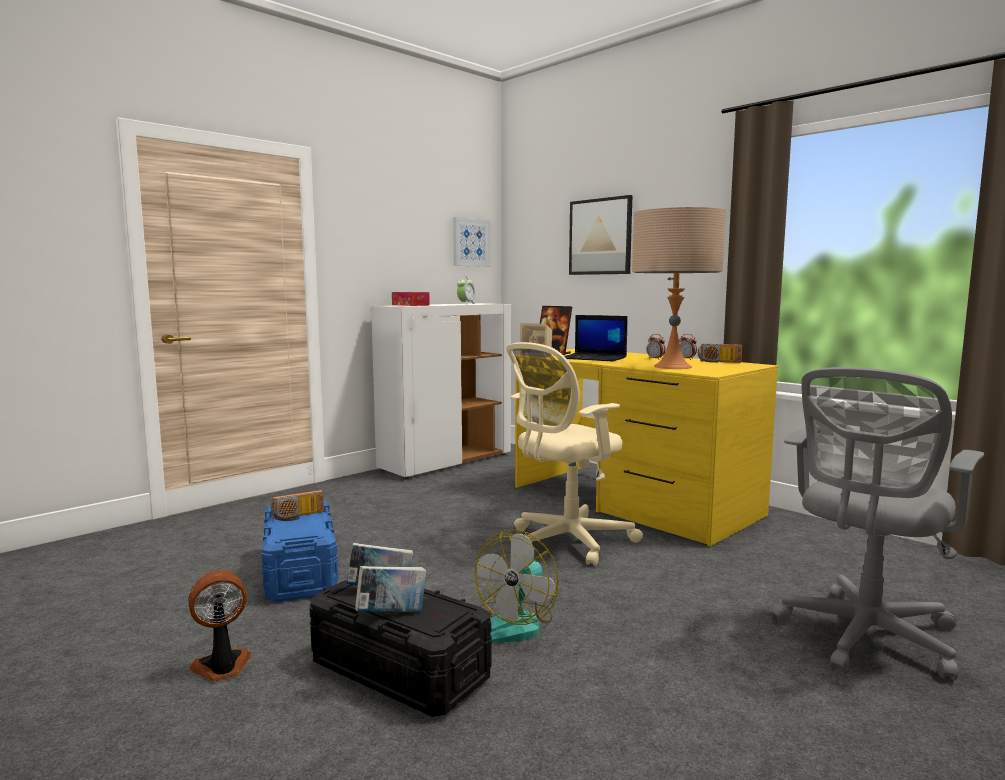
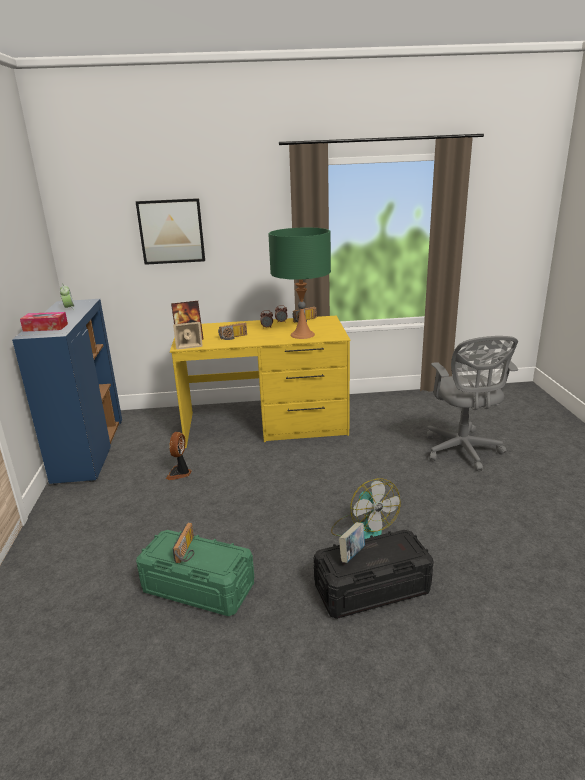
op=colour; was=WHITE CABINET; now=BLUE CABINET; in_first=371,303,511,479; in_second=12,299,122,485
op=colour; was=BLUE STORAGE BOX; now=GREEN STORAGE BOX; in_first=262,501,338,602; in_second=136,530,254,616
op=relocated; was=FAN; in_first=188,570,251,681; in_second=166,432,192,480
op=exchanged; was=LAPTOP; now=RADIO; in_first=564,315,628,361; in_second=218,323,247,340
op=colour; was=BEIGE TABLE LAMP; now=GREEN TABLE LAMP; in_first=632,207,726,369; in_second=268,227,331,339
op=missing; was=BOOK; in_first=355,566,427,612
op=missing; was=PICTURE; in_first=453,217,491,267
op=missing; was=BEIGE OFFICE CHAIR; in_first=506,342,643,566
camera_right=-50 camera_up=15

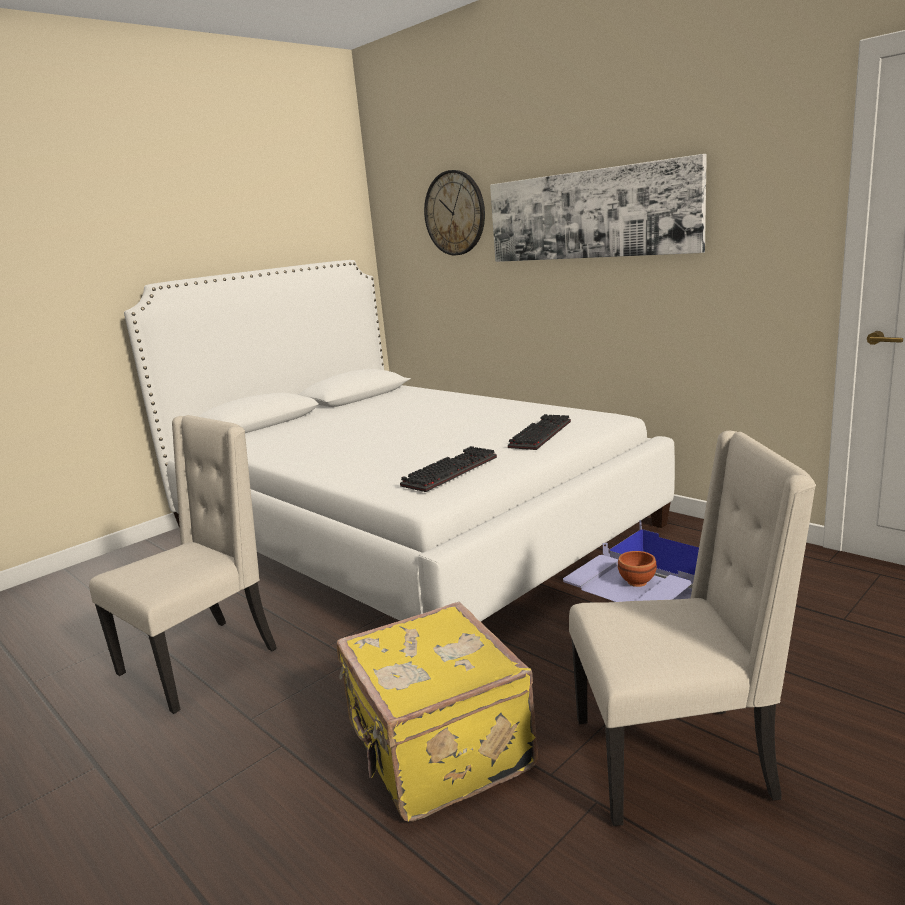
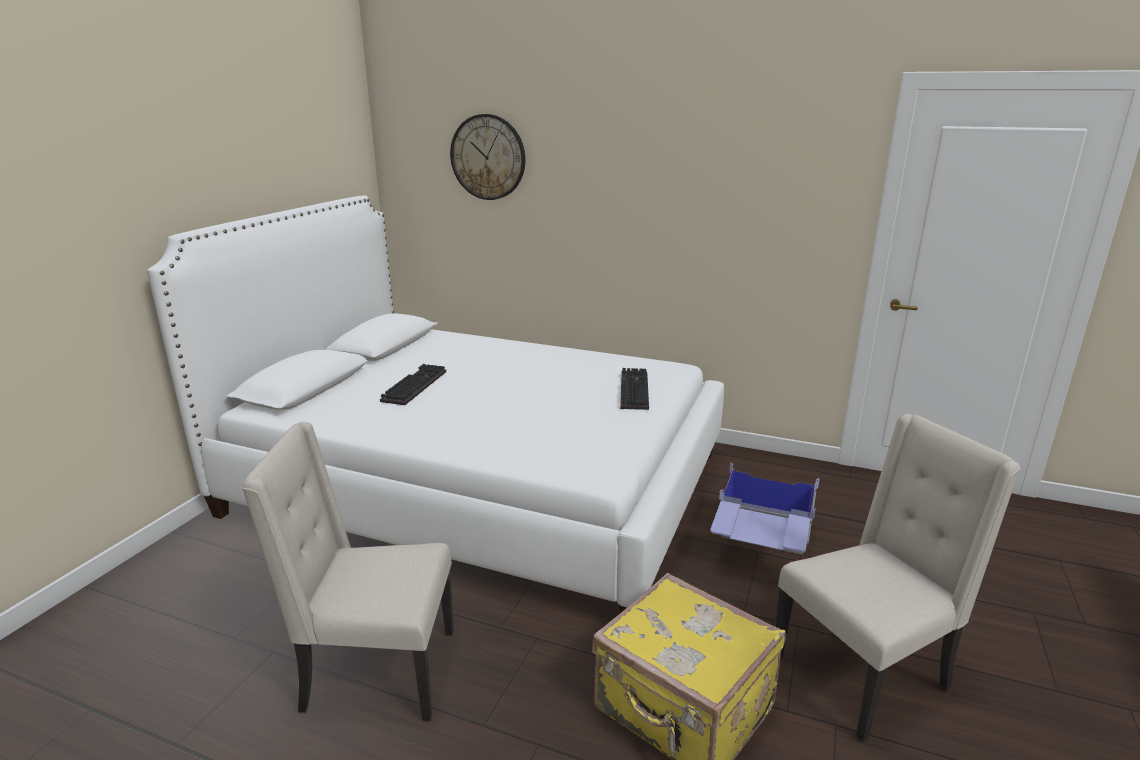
op=spun; was=BEIGE CHAIR; in_first=89,415,277,714; in_second=242,422,454,721; clockwise=-105
op=relocated; was=KEYBOARD; in_first=400,446,497,492; in_second=380,364,446,405
op=missing; was=PICTURE; in_first=490,154,707,262
op=missing; was=BROWN BOWL; in_first=618,551,657,587
camera_right=-25 camera_up=5

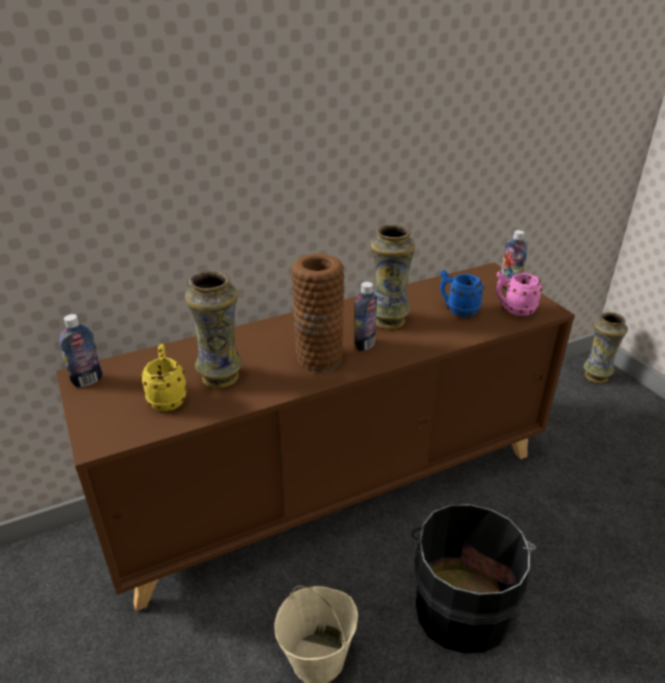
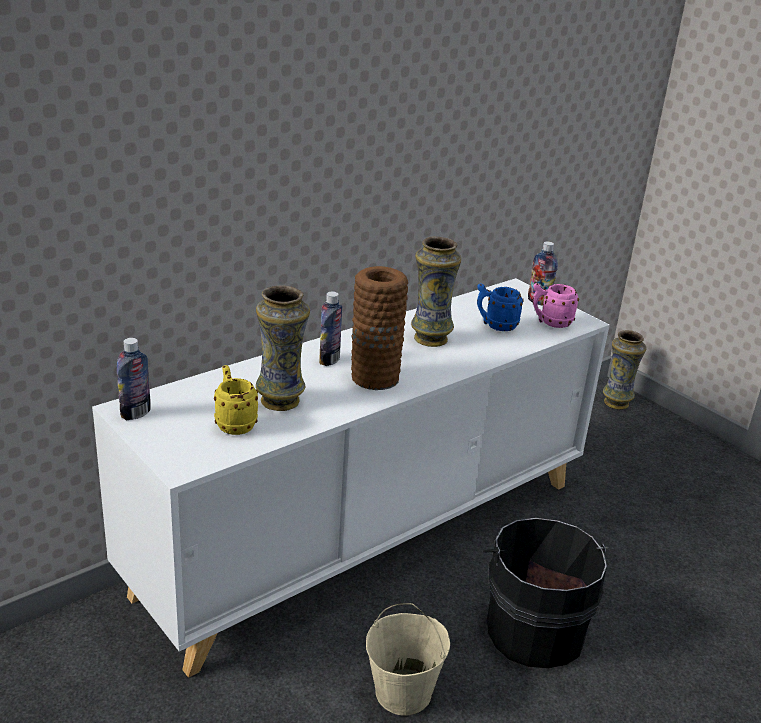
op=colour; was=BROWN CABINET; now=WHITE CABINET; in_first=56,262,575,611; in_second=92,278,610,678
op=relocated; was=BOTTLE; in_first=354,282,377,351; in_second=319,291,342,366
camera_right=-15 camera_up=-5

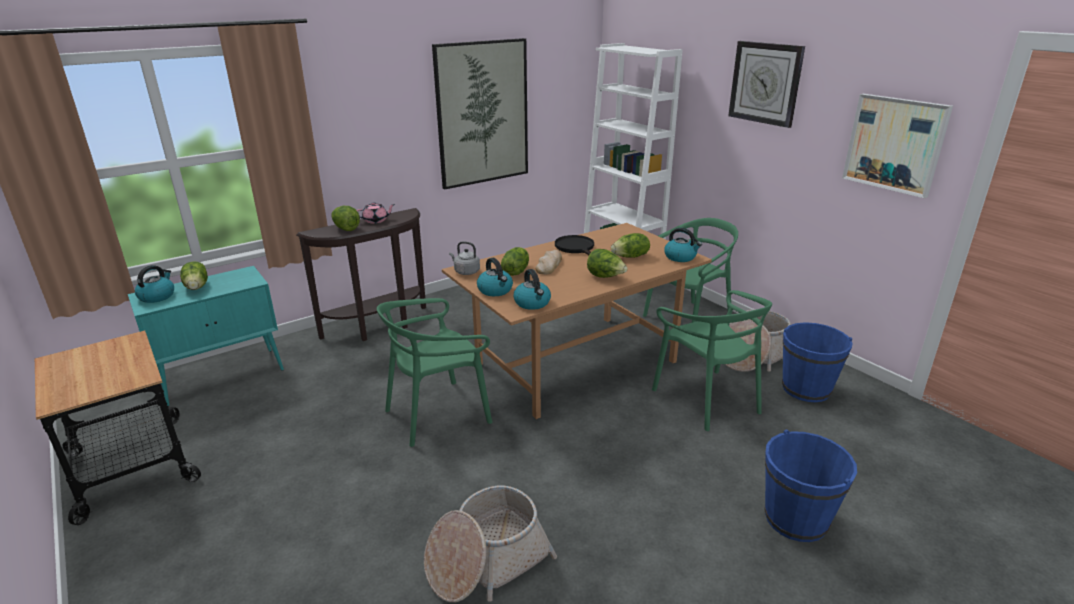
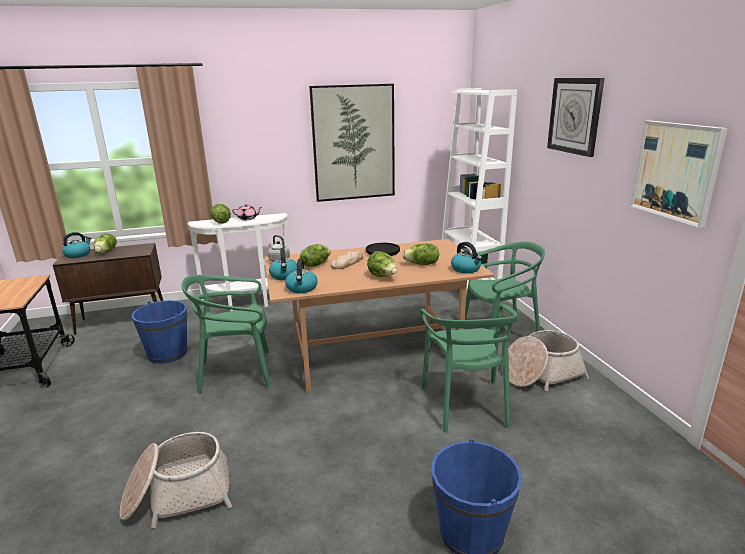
op=colour; was=TURQUOISE CABINET; now=BROWN CABINET; in_first=128,266,284,406; in_second=53,243,163,335
op=relocated; was=BLUE BUCKET; in_first=782,322,852,402; in_second=132,300,187,364
op=colour; was=BROWN CONSOLE TABLE; now=WHITE CONSOLE TABLE; in_first=297,208,426,341; in_second=187,213,289,311
camera_right=20 camera_up=-5

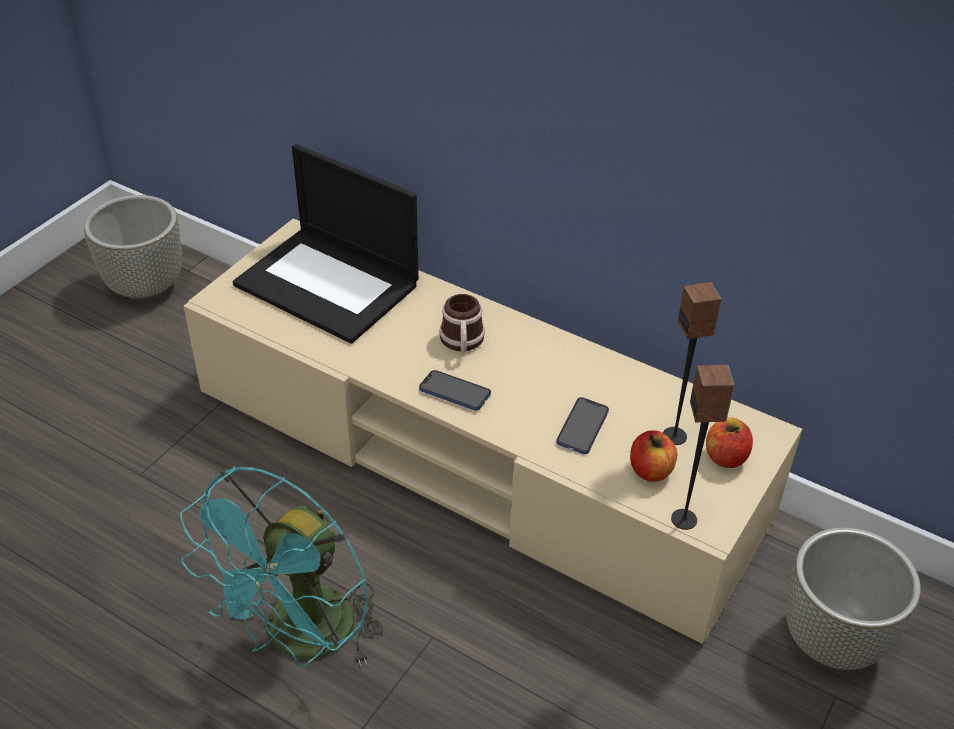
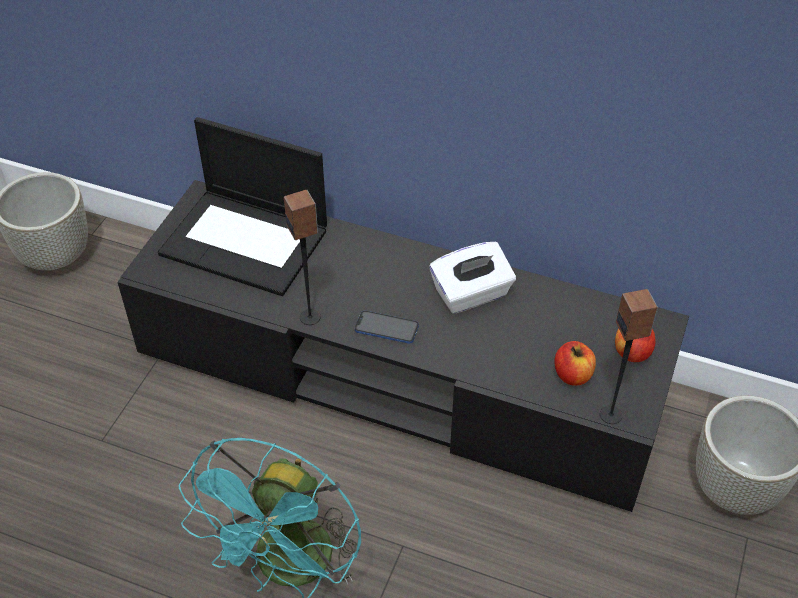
op=colour; was=BEIGE TV STAND; now=BLACK TV STAND; in_first=183,218,802,644; in_second=118,180,689,512
op=relocated; was=SPEAKER; in_first=663,282,722,445; in_second=284,190,320,325
op=appeared; now=WHITE TISSUE BOX; in_second=429,242,516,314
op=missing; was=MUG; in_first=439,294,485,353
op=missing; was=PHONE; in_first=556,397,609,454
camera_right=-10 camera_up=5

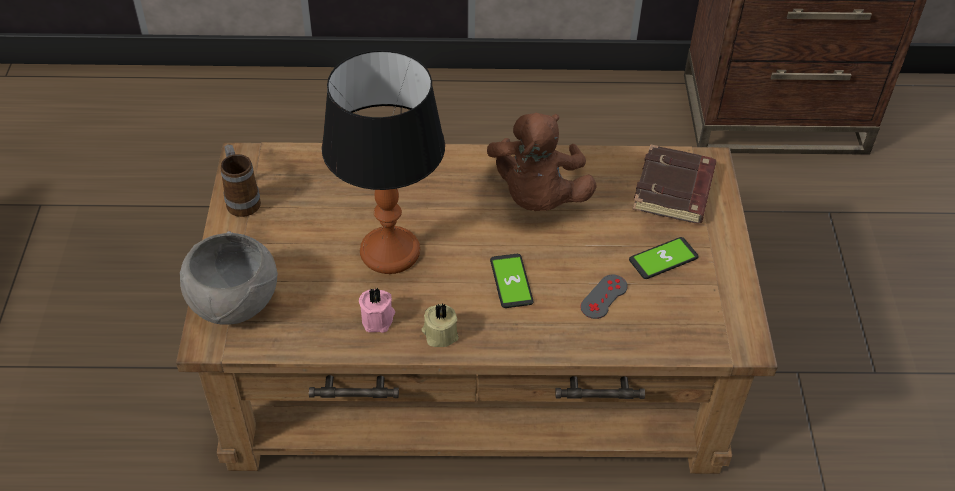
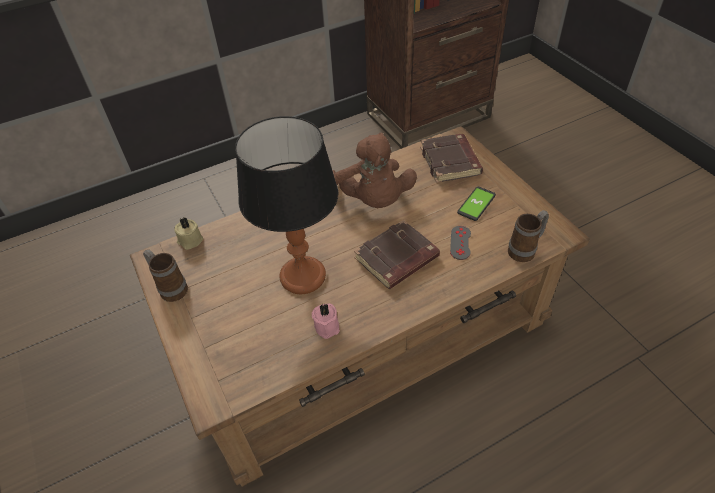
op=relocated; was=BEIGE CANDLE; in_first=422,303,459,347; in_second=174,217,203,250
op=exchanged; was=PHONE; now=BROWN BOOK; in_first=490,254,534,308; in_second=354,220,440,289
op=appeared; now=MUG; in_second=508,210,549,262
op=missing; was=GREY BOWL; in_first=180,231,278,325
camera_right=-25 camera_up=0

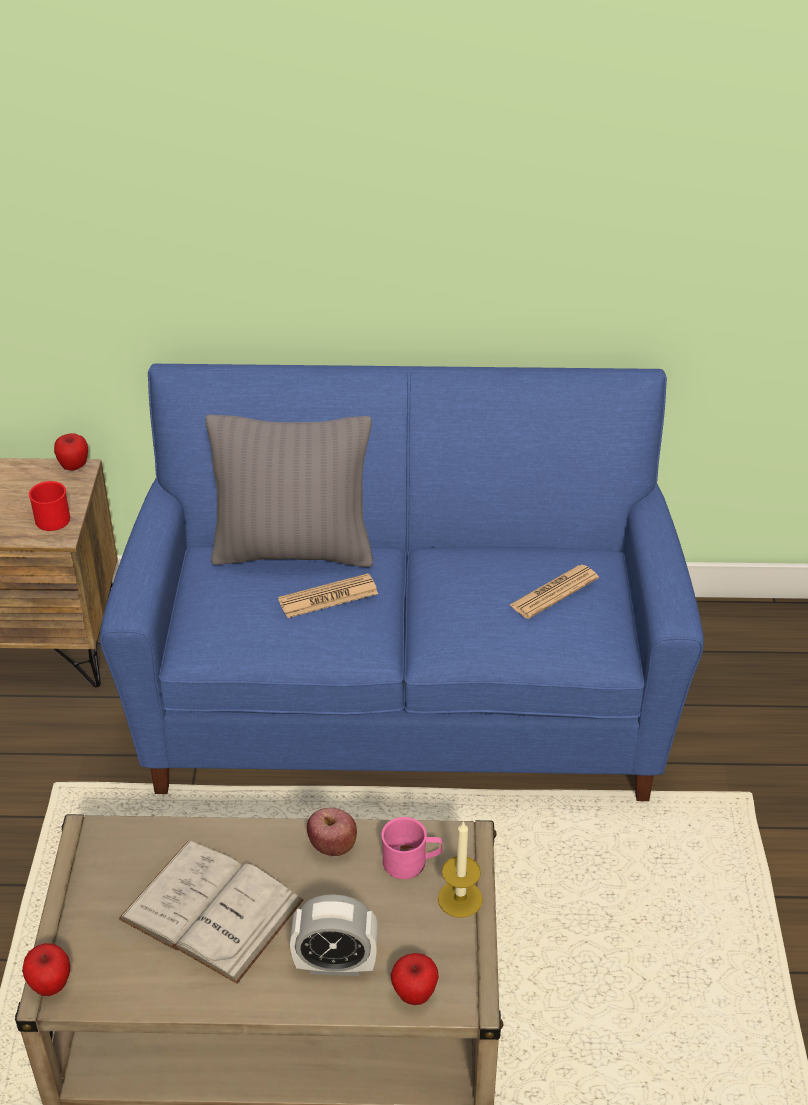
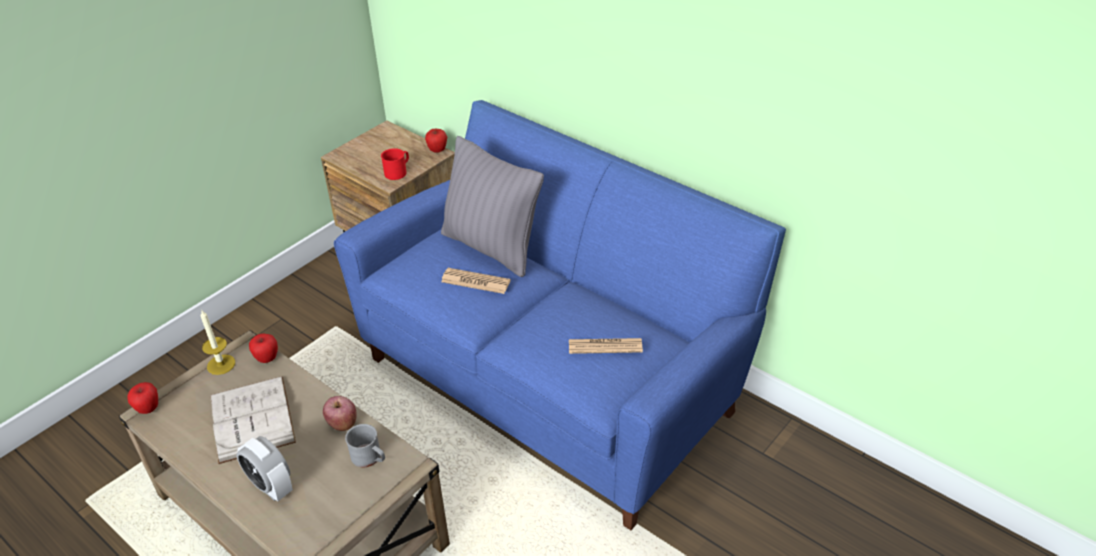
op=relocated; was=CANDLE; in_first=438,821,483,918; in_second=200,311,235,375
op=relocated; was=APPLE; in_first=390,953,439,1005; in_second=249,334,278,363
op=colour; was=PINK MUG; now=GREY MUG; in_first=381,817,442,879; in_second=345,424,385,467
camera_right=40 camera_up=0

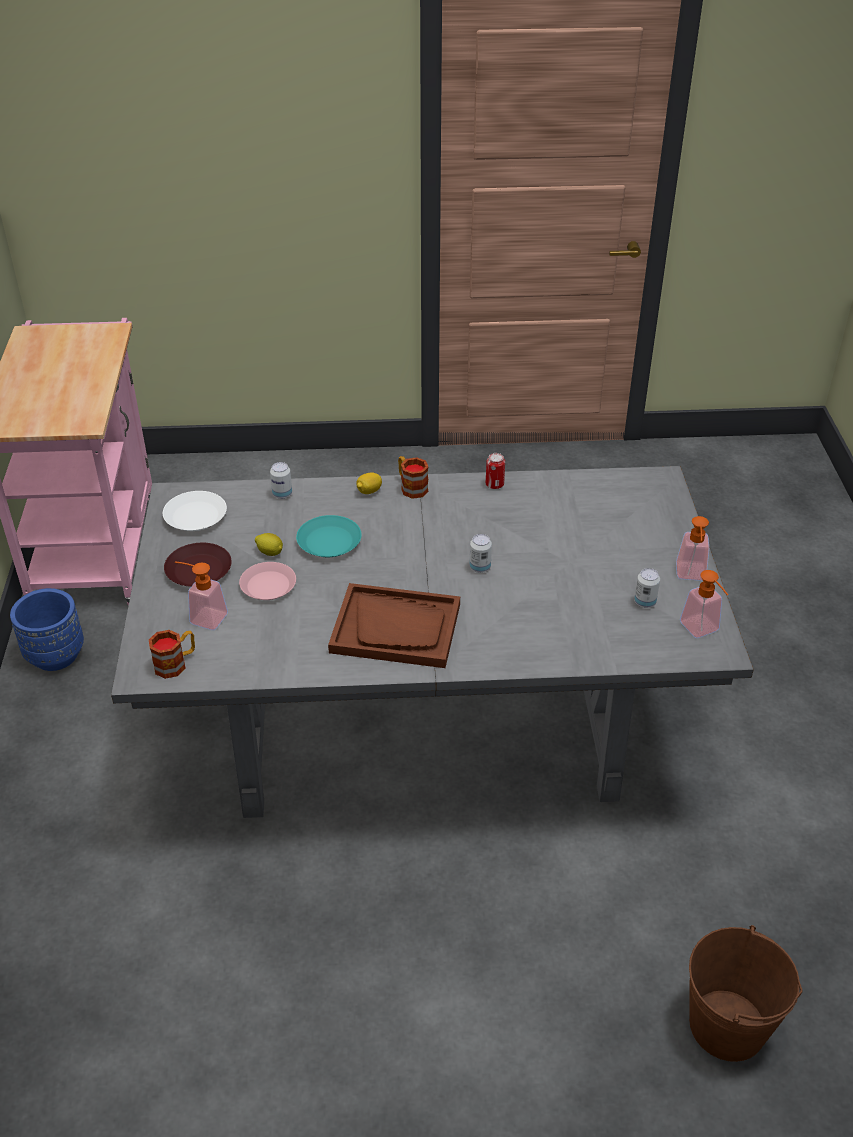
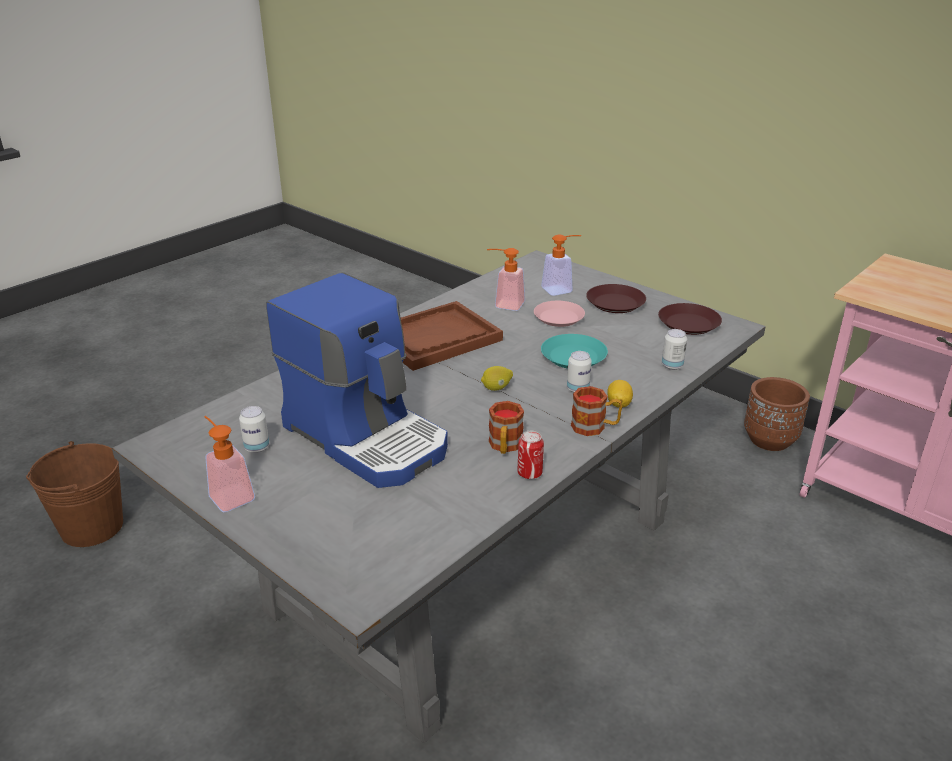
op=appeared; now=COFFEE MACHINE; in_second=266,272,448,488
op=relocated; was=LEMON; in_first=255,533,283,556; in_second=481,366,513,391
op=relocated; was=SOAP DISPENSER; in_first=680,570,728,638; in_second=487,248,525,311
op=relocated; was=MUG; in_first=149,630,195,679; in_second=489,401,524,454
op=relocated; was=CAN; in_first=470,534,492,573; in_second=567,351,592,393
op=colour; was=WHITE PLATE; now=BROWN PLATE; in_first=163,491,227,531; in_second=658,303,722,335
op=colour; was=BLUE PLANTER; now=BROWN PLANTER; in_first=10,588,84,671; in_second=744,377,810,451
camera_right=135 camera_up=-10

